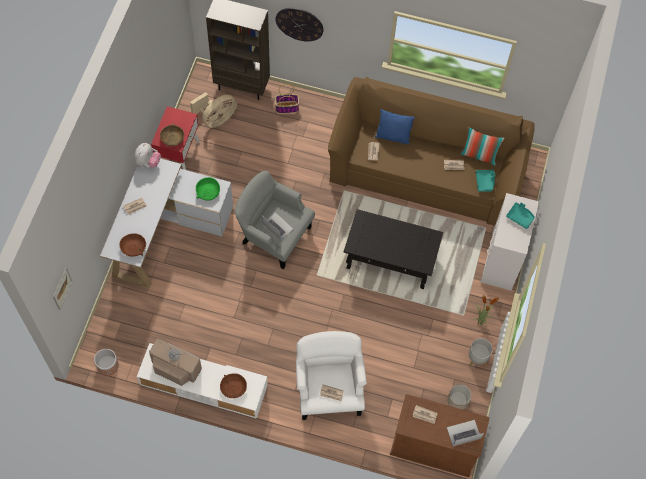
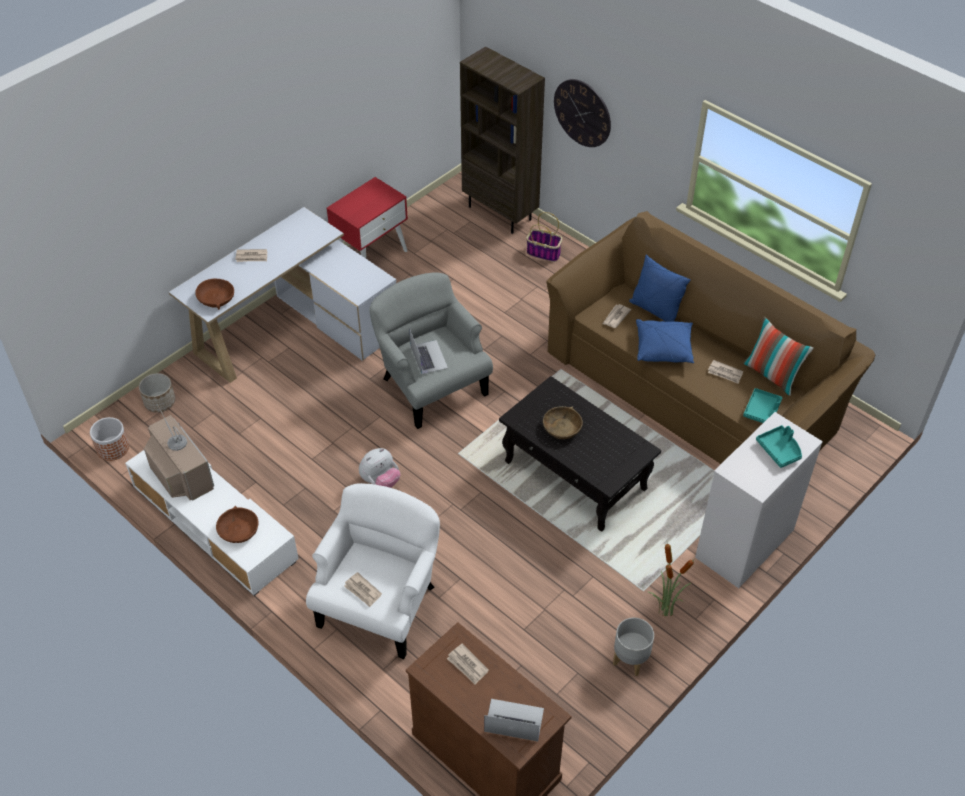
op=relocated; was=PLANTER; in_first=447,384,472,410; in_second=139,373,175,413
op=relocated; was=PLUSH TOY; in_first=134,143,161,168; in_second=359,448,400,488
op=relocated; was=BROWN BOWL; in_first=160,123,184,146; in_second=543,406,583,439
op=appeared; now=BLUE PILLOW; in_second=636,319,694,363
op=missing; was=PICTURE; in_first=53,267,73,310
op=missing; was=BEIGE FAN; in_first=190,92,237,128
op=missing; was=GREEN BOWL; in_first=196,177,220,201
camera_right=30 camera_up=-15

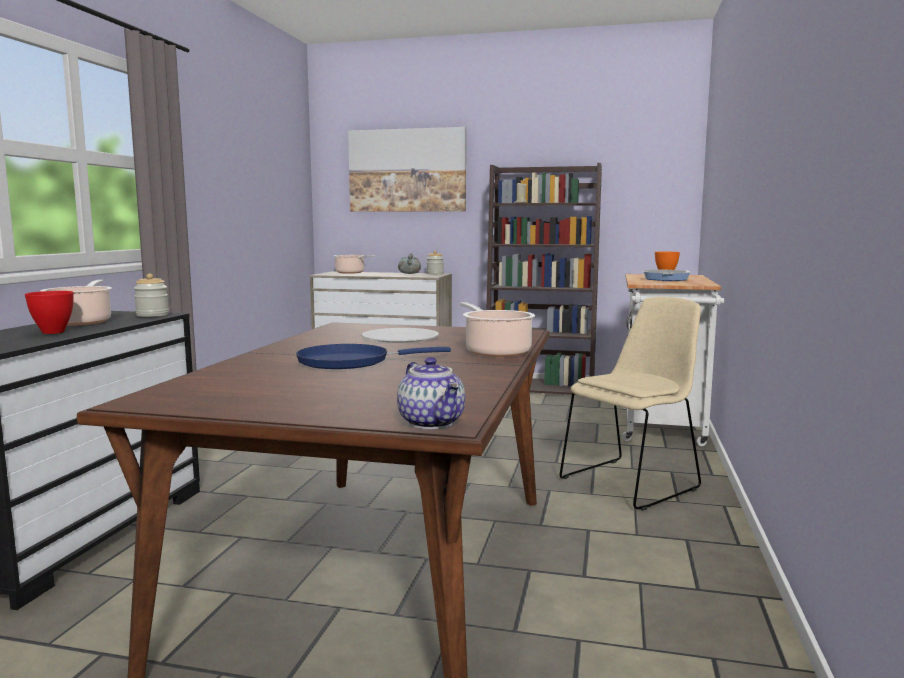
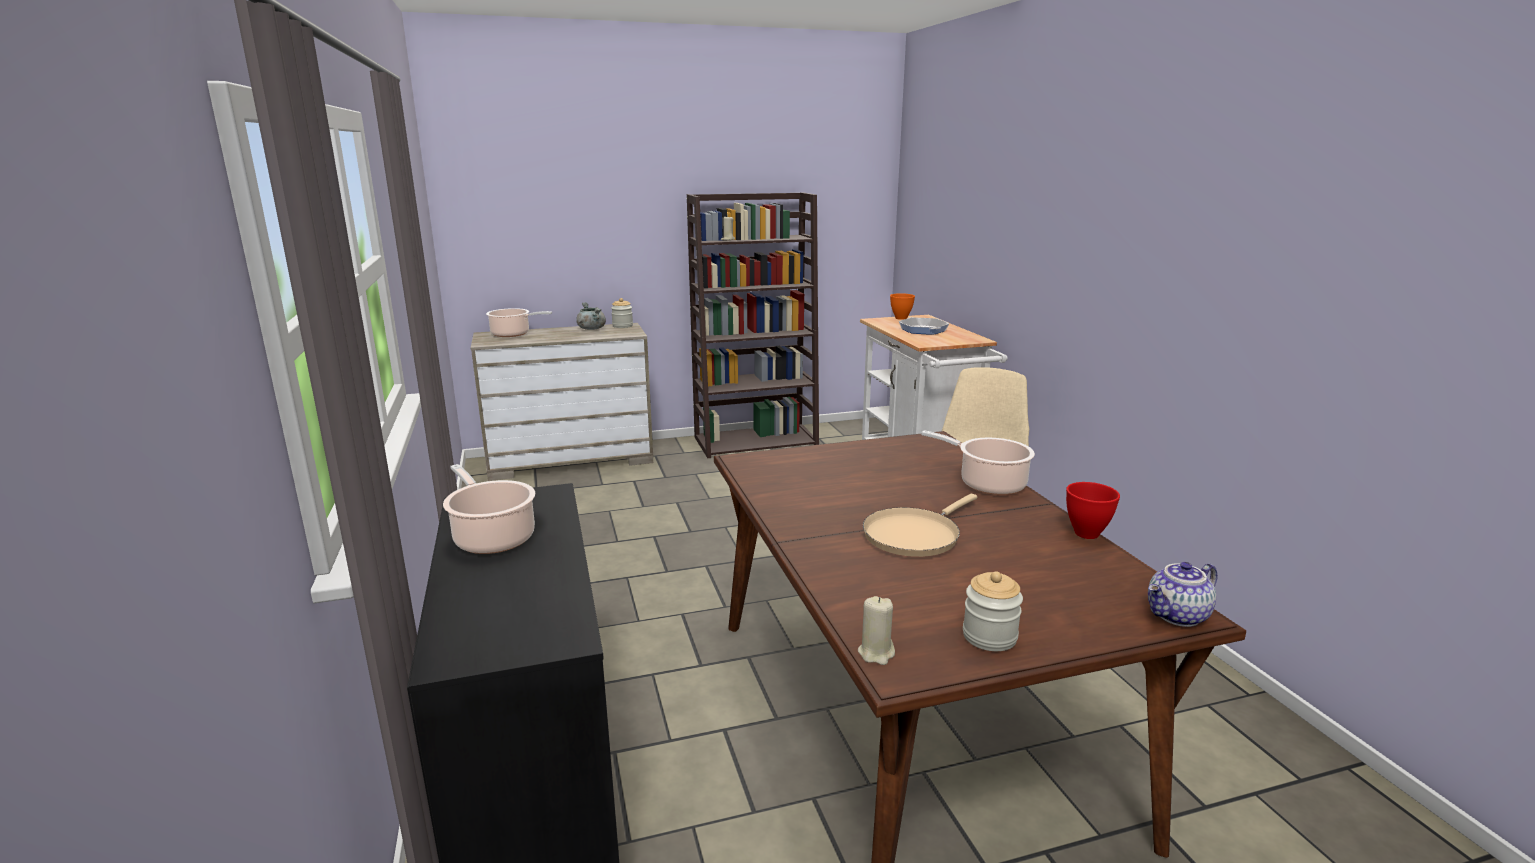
op=appeared; now=BEIGE CANDLE; in_second=858,596,895,665
op=colour; was=BLUE FRYING PAN; now=BEIGE FRYING PAN; in_first=296,344,451,369; in_second=863,494,977,557
op=relocated; was=JAR; in_first=134,273,169,317; in_second=963,572,1023,651
op=relocated; was=RED BOWL; in_first=25,291,74,334; in_second=1066,482,1120,539
op=spun; was=TEAPOT; in_first=397,357,465,429; in_second=1148,562,1218,627; clockwise=120
op=missing; was=PICTURE; in_first=348,127,466,212
op=missing; was=WHITE PLATE; in_first=361,328,439,343
camera_right=-30 camera_up=10

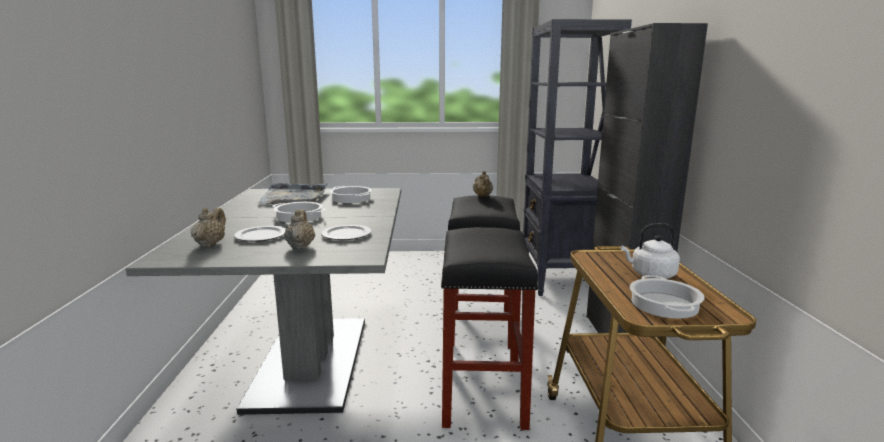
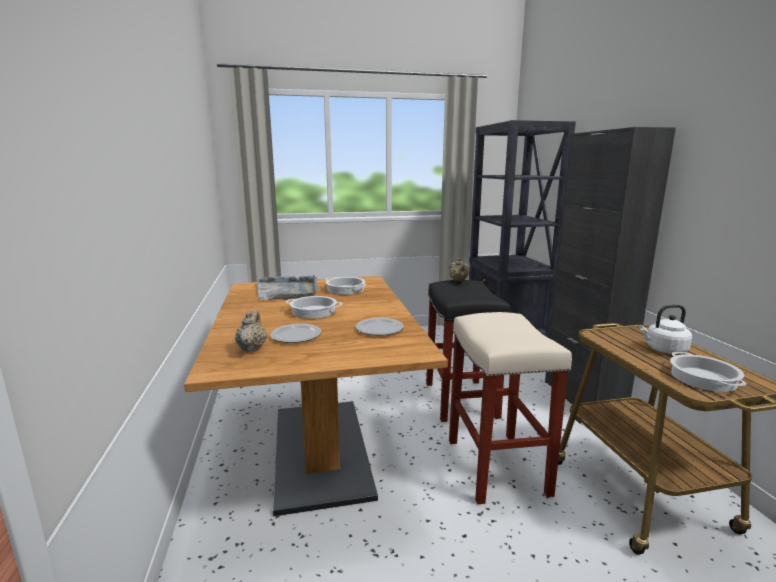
op=colour; was=GREY DINING TABLE; now=BROWN DINING TABLE; in_first=125,188,401,415; in_second=184,276,448,516
op=colour; was=BLACK STOOL; now=BEIGE STOOL; in_first=441,227,538,430; in_second=449,312,572,504
op=missing; was=BEIGE TEAPOT; in_first=284,209,315,249
camera_right=-10 camera_up=0

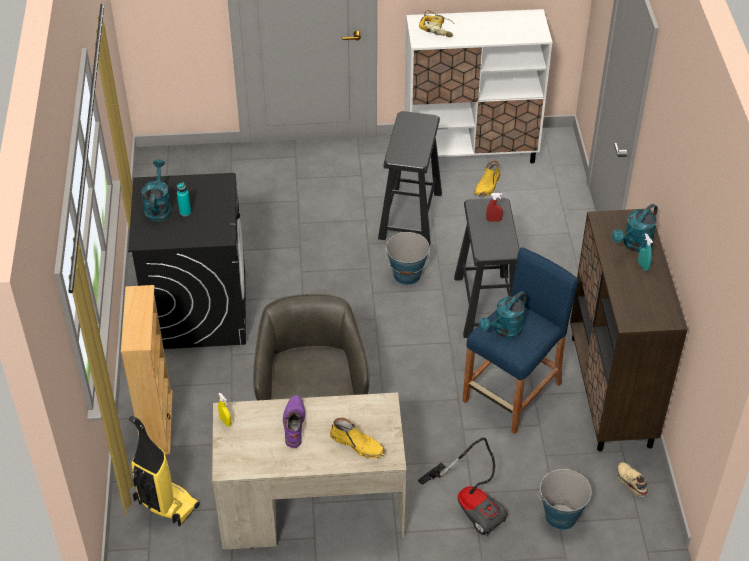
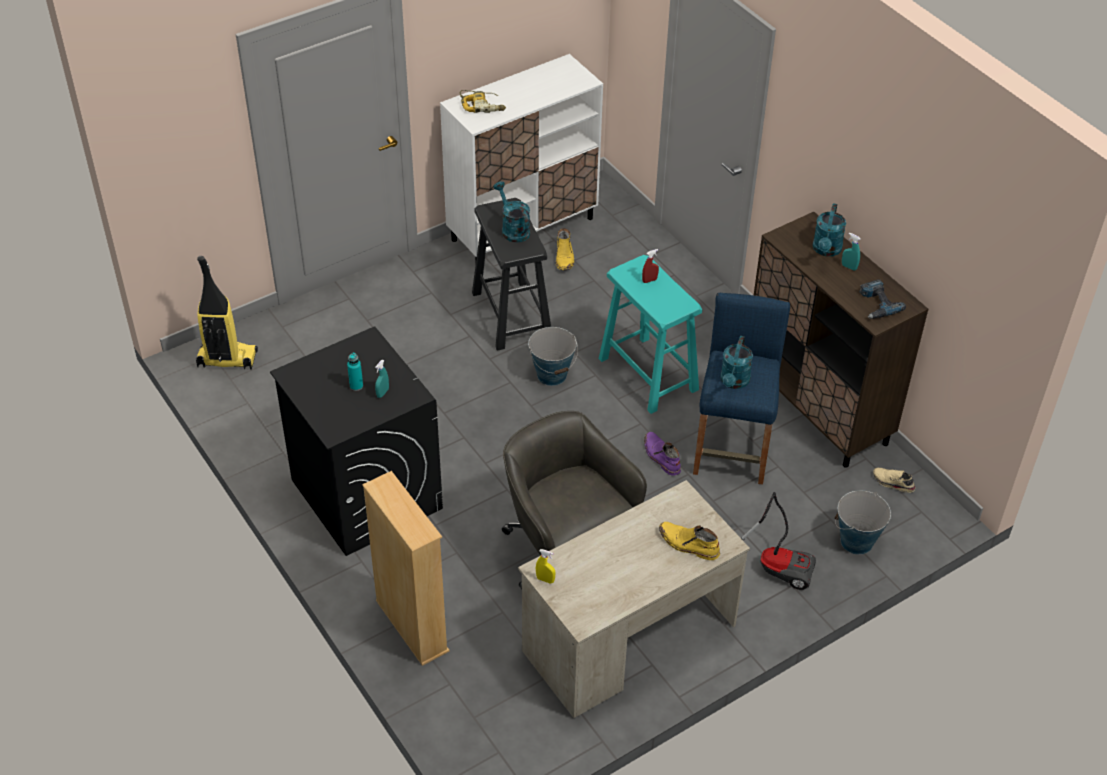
op=relocated; was=VACUUM CLEANER; in_first=129,416,200,526; in_second=196,256,258,370
op=appeared; now=TURQUOISE SPRAY BOTTLE; in_second=375,360,389,398
op=relocated; was=TURQUOISE WATERING CAN; in_first=141,159,171,222; in_second=493,181,530,243
op=colour; was=BLACK STOOL; now=TURQUOISE STOOL; in_first=454,198,519,338; in_second=599,255,702,414
op=relocated; was=PURPLE BOOT; in_first=283,395,305,448; in_second=644,432,681,476
op=spun; was=YELLOW BOOT; in_first=330,418,385,458; in_second=659,522,720,560; clockwise=-150
op=appeared; now=POWER DRILL; in_second=859,279,906,319
camera_right=-30 camera_up=0

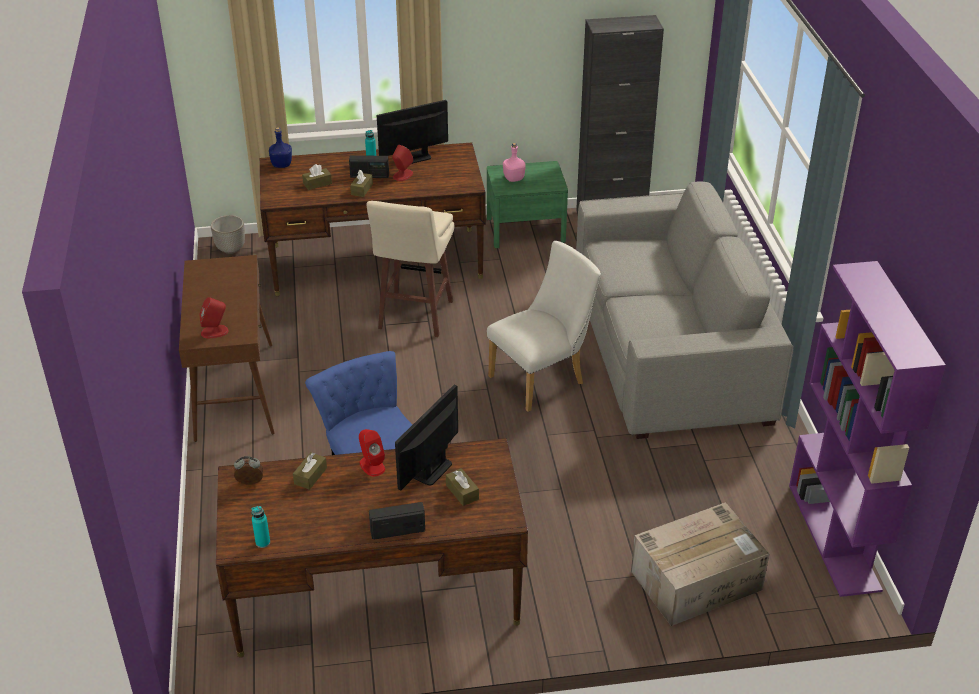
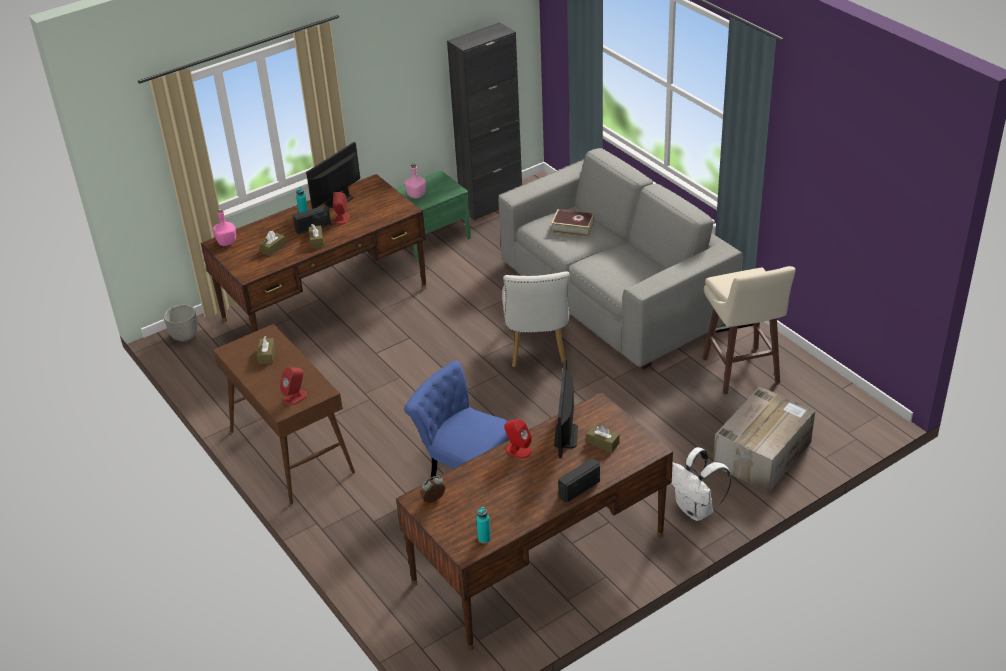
op=colour; was=BLUE BOTTLE; now=PINK BOTTLE; in_first=269,127,292,168; in_second=213,209,236,246
op=relocated; was=BROWN TISSUE BOX; in_first=293,452,327,490; in_second=257,336,275,364
op=spun; was=WHITE CHAIR; in_first=487,241,601,412; in_second=502,271,570,367; clockwise=150
op=appeared; now=BOOK; in_second=551,209,594,237
op=appeared; now=WHITE BACKPACK; in_second=672,447,731,521
op=relocated; was=BEIGE STOOL; in_first=367,201,454,337; in_second=703,266,796,395
op=missing; was=PURPLE BOOKCASE; in_first=789,261,946,597
camera_right=-25 camera_up=0

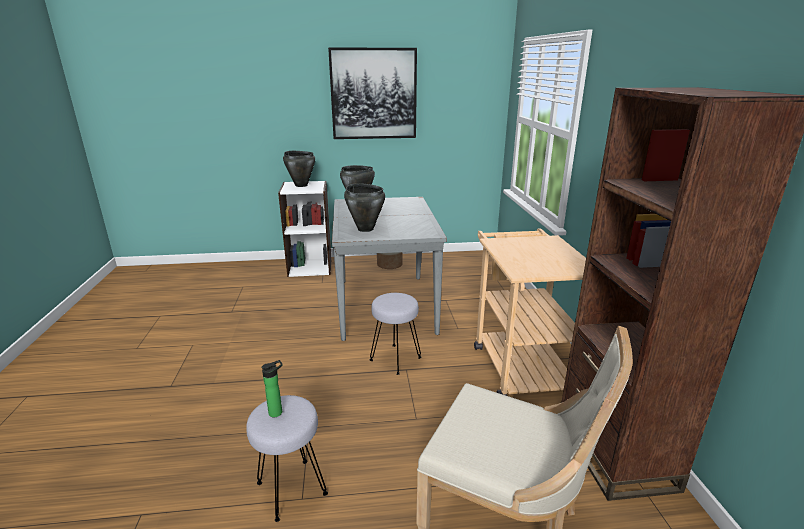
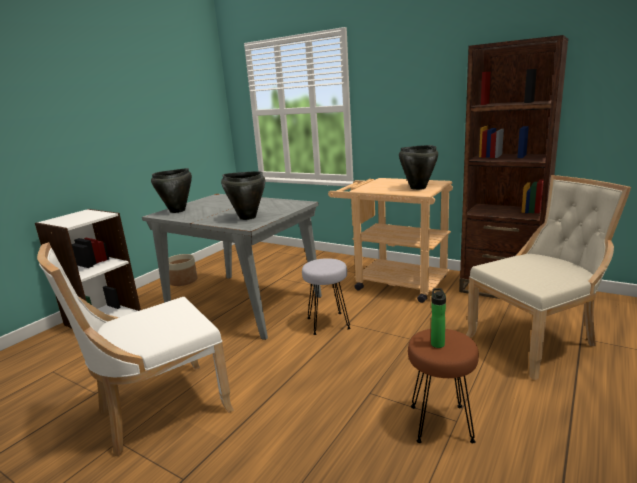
op=appeared; now=WHITE CHAIR; in_second=37,242,234,457
op=relocated; was=BLACK COOKING POT; in_first=283,151,315,187; in_second=399,145,438,190
op=colour; was=GREY STOOL; now=BROWN STOOL; in_first=246,395,328,522; in_second=408,329,479,443
op=missing; was=PICTURE; in_first=328,48,417,139
camera_right=-50 camera_up=-5

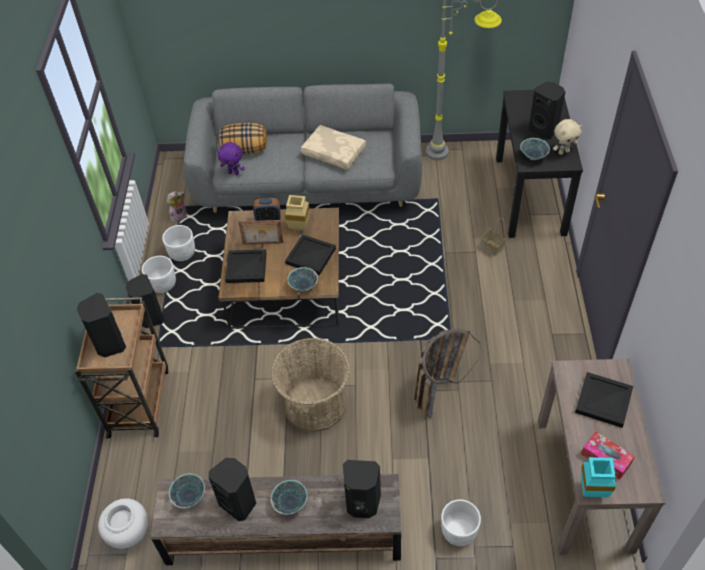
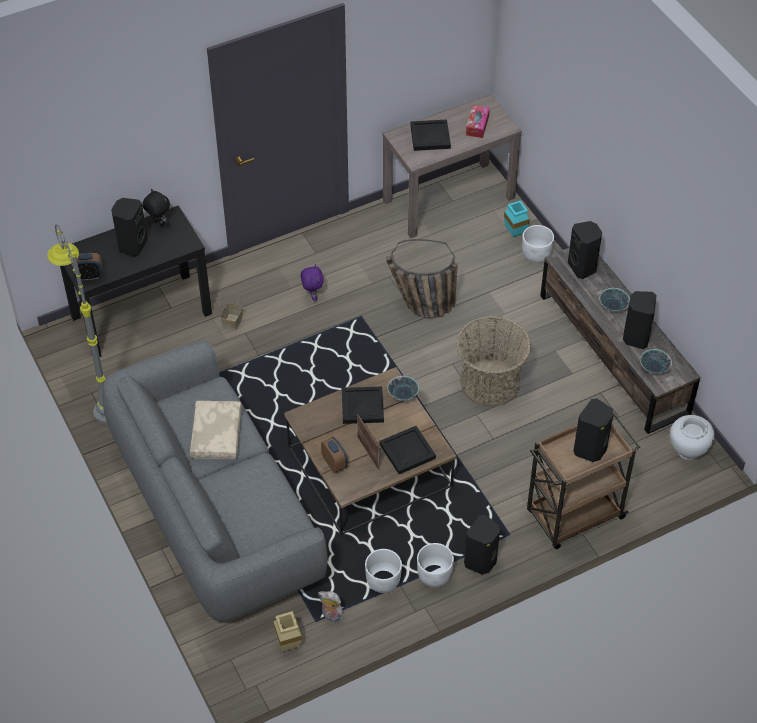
op=appeared; now=ALARM CLOCK; in_second=72,253,102,281
op=colour; was=BEIGE PLUSH TOY; now=BLACK PLUSH TOY; in_first=553,119,582,155; in_second=142,189,170,227
op=relocated; was=BEIGE VASE; in_first=285,195,309,230; in_second=273,611,302,652
op=relocated; was=PURPLE PLUSH TOY; in_first=217,142,245,175; in_second=301,264,324,301
op=relocated; was=TURQUOISE VASE; in_first=581,457,616,497; in_second=504,200,530,237
op=missing; was=PILLOW; in_first=218,123,267,154
op=missing; was=BOWL; in_first=520,138,550,160
camera_right=-120 camera_up=0

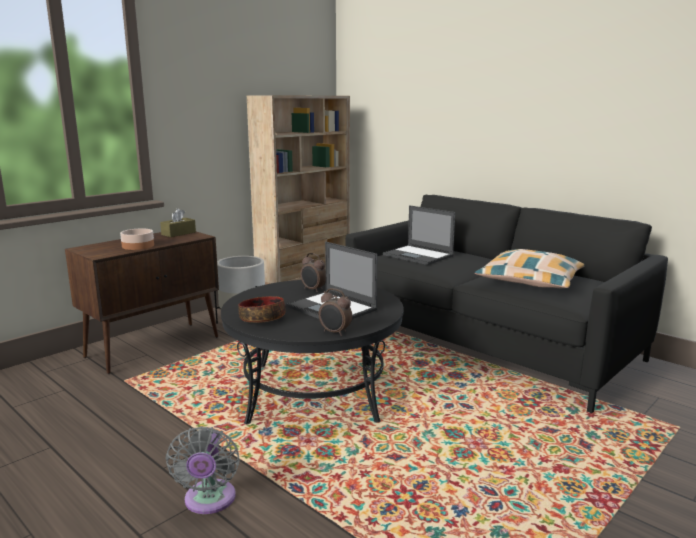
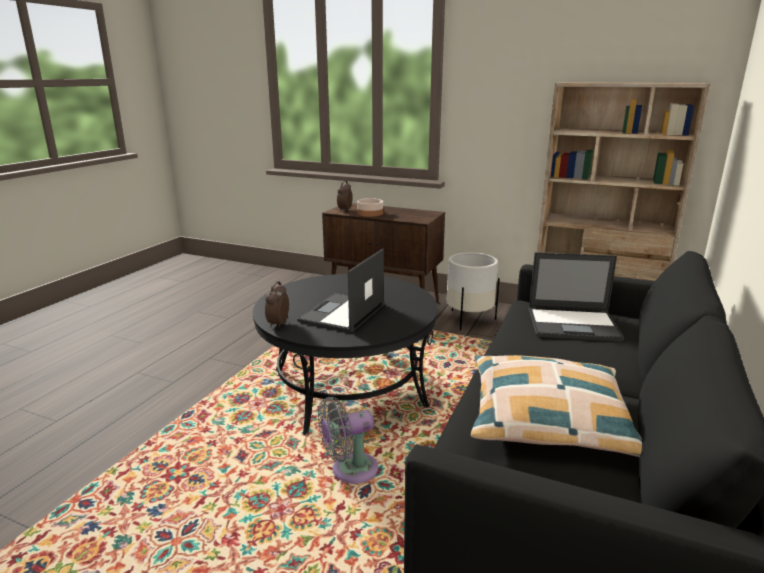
op=relocated; was=GREY FAN; in_first=166,426,240,514; in_second=318,397,378,484
op=relocated; was=ALARM CLOCK; in_first=300,253,326,292; in_second=337,181,353,212
op=spun; was=LAPTOP; in_first=383,205,455,265; in_second=528,252,624,342; clockwise=-105
op=missing; was=BROWN TISSUE BOX; in_first=160,208,196,237
op=missing; was=BOWL; in_first=238,296,286,323
camera_right=70 camera_up=5

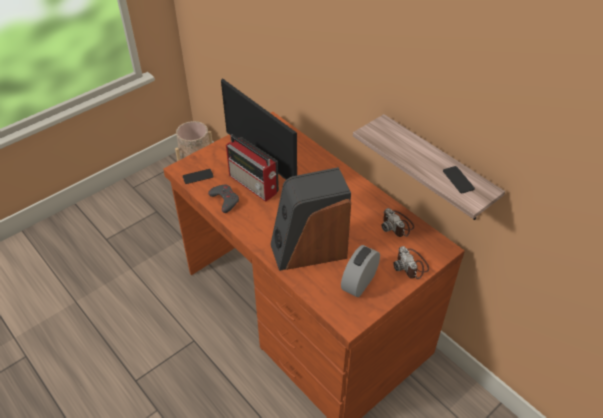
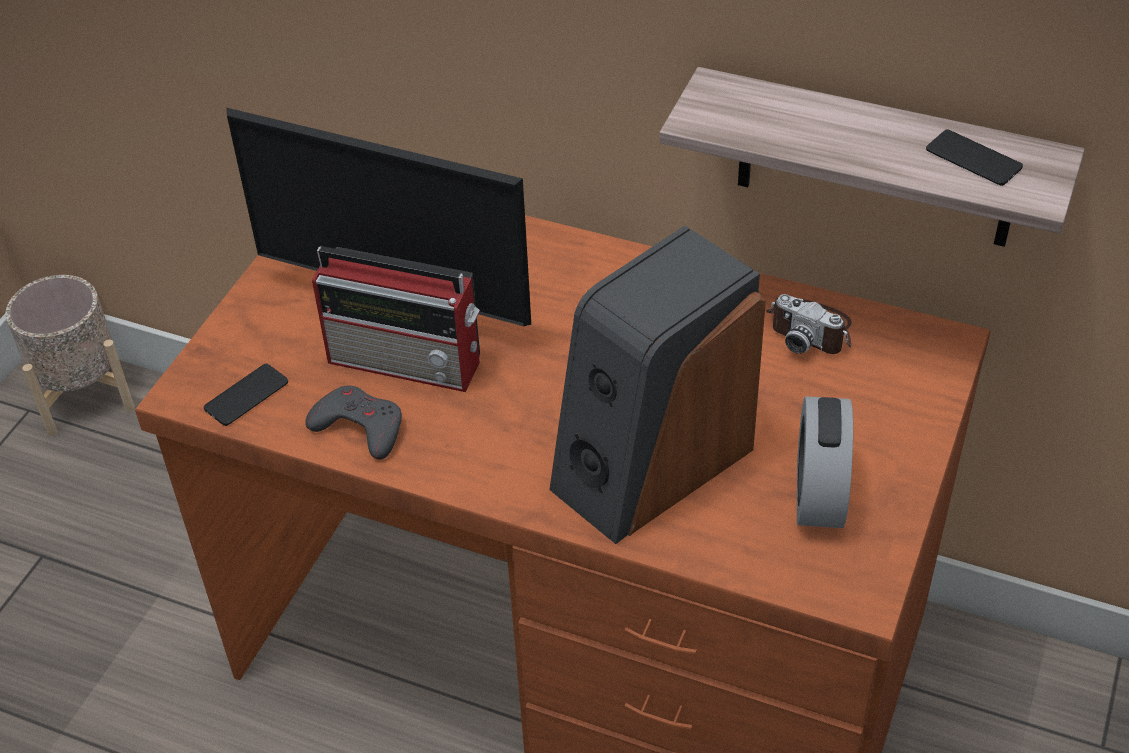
op=missing; was=PHOTO CAMERA; in_first=393,246,429,279
camera_right=-25 camera_up=0

